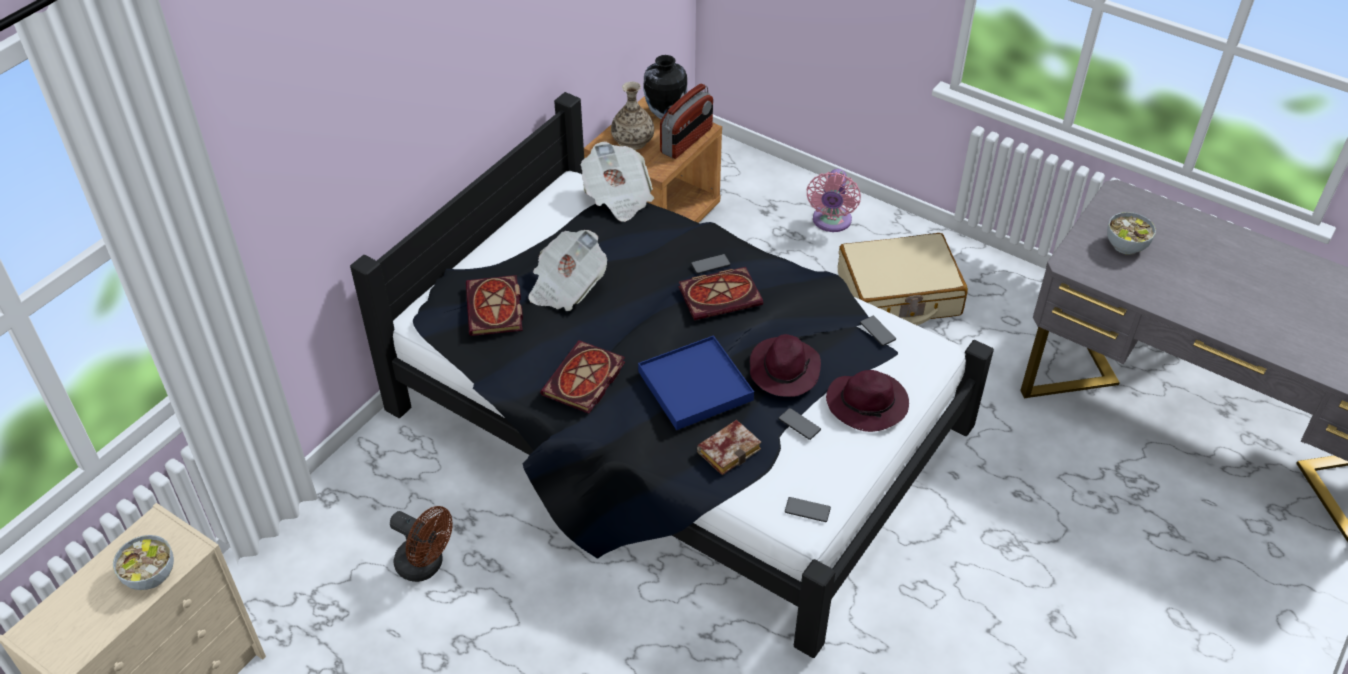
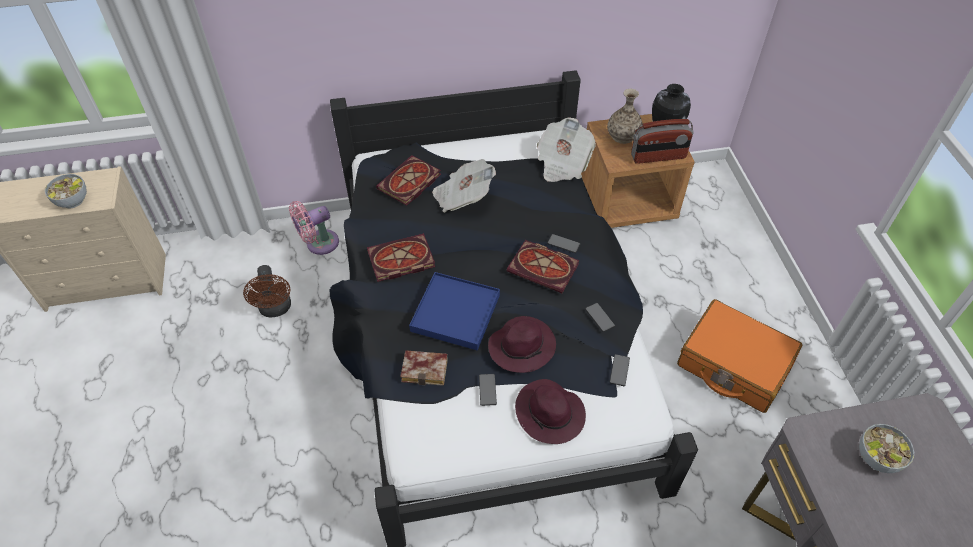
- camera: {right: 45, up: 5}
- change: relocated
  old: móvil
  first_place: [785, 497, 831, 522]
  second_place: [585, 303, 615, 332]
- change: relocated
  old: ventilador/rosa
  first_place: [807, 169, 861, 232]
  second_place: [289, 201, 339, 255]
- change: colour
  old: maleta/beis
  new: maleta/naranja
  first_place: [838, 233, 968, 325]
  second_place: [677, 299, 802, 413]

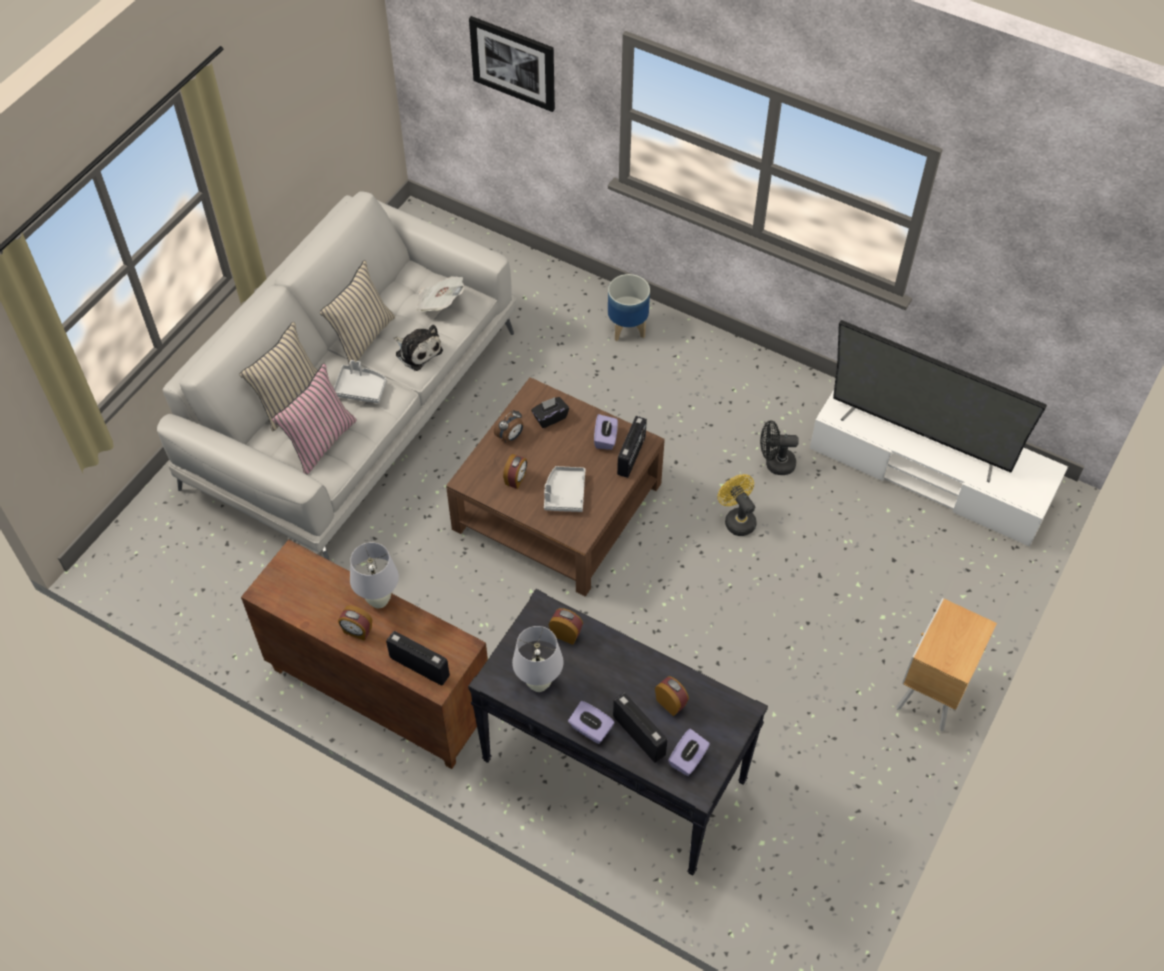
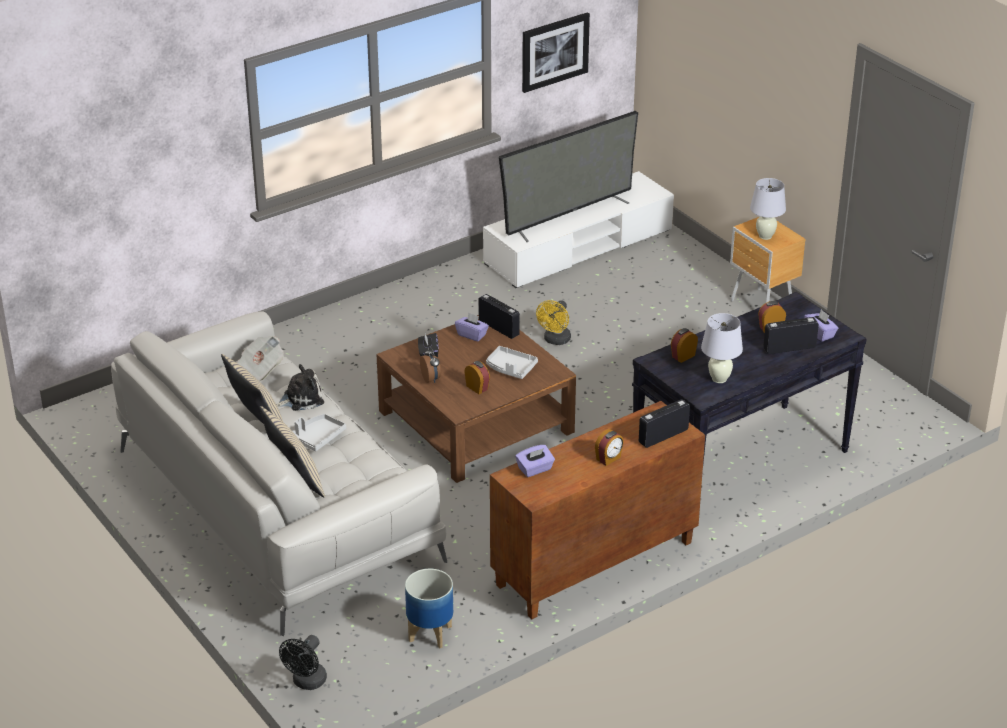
- camera: {right: -65, up: -20}
- change: missing
  old: cojín/rosa
  first_place: [272, 363, 357, 475]
- change: relocated
  old: lámpara de mesa/blanco
  first_place: [350, 542, 399, 608]
  second_place: [750, 178, 786, 240]
- change: relocated
  old: cuadro
  first_place: [469, 16, 555, 112]
  second_place: [522, 12, 590, 93]
- change: relocated
  old: caja de pañuelos/morado
  first_place: [568, 701, 615, 744]
  second_place: [515, 445, 555, 477]
- change: relocated
  old: maceta
  first_place: [608, 274, 650, 341]
  second_place: [405, 569, 453, 648]
- change: relocated
  old: ventilador/negro
  first_place: [760, 420, 799, 475]
  second_place: [279, 635, 327, 690]
- change: spun
  old: ventilador/amarillo
  first_place: [718, 474, 757, 536]
  second_place: [536, 300, 571, 345]
  degrees: -60

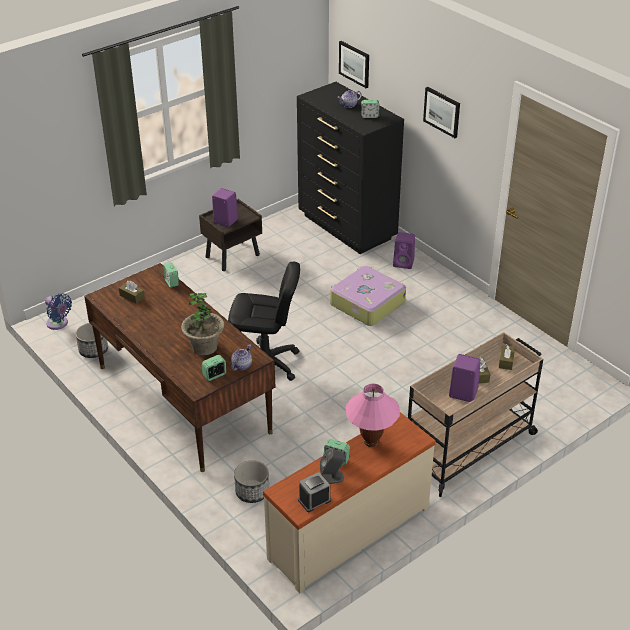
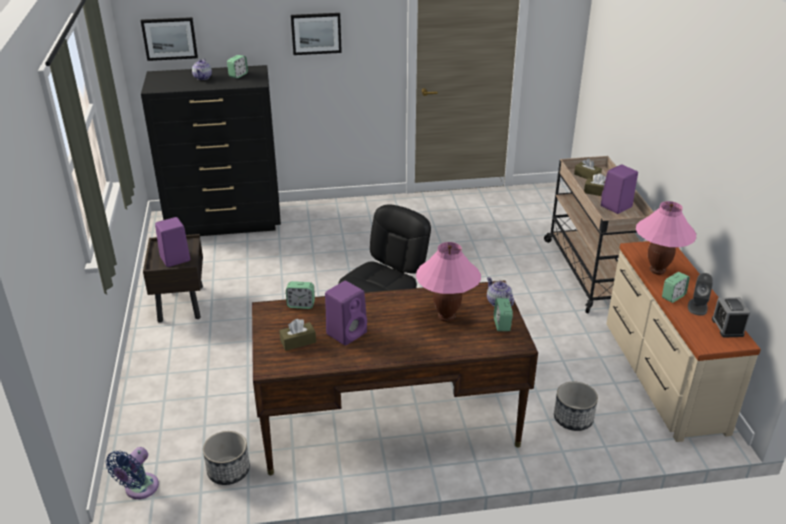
- camera: {right: -60, up: -5}
- change: missing
  old: maleta
  first_place: [330, 266, 406, 326]
- change: relocated
  old: altavoz/morado
  first_place: [393, 232, 415, 269]
  second_place: [325, 281, 367, 346]
- change: exchanged
  old: planta en maceta
  new: lámpara de mesa/rosa
  first_place: [181, 293, 225, 355]
  second_place: [416, 242, 481, 322]
- change: spun
  old: ventilador/azul
  first_place: [45, 293, 72, 330]
  second_place: [106, 447, 159, 499]
  degrees: 135

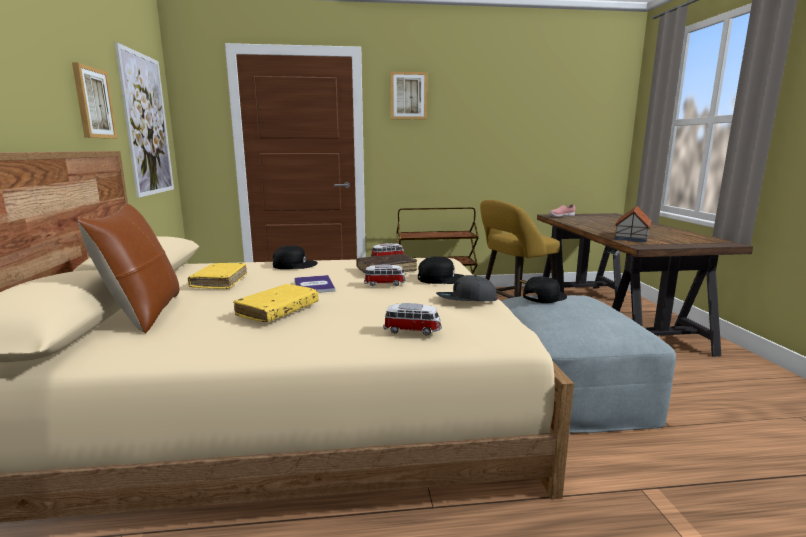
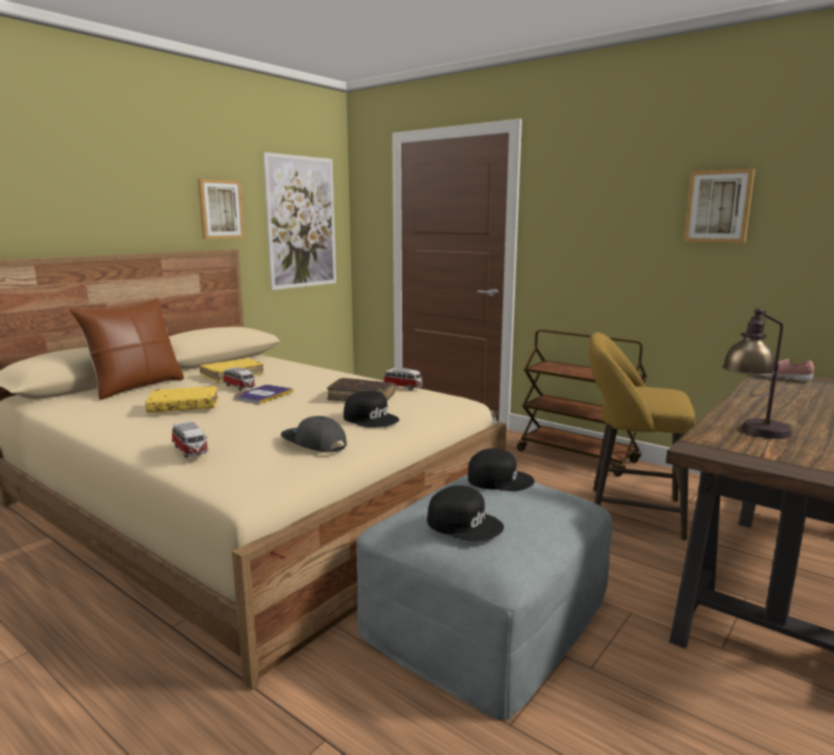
- camera: {right: 45, up: 0}
- change: relocated
  old: gorra/negro
  first_place: [273, 246, 318, 269]
  second_place: [427, 485, 504, 541]
- change: relocated
  old: coche de juguete
  first_place: [364, 264, 406, 287]
  second_place: [223, 367, 255, 391]
- change: relocated
  old: cuadro
  first_place: [390, 72, 427, 119]
  second_place: [684, 169, 755, 243]
- change: exchanged
  old: casita
  new: lámpara de mesa
  first_place: [614, 206, 652, 242]
  second_place: [722, 308, 792, 439]

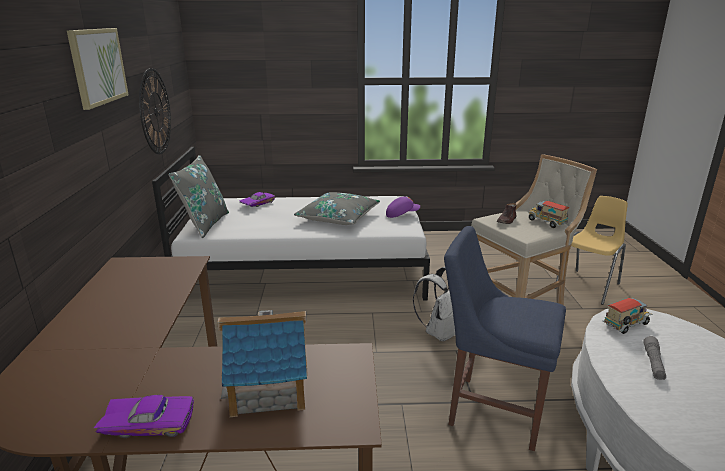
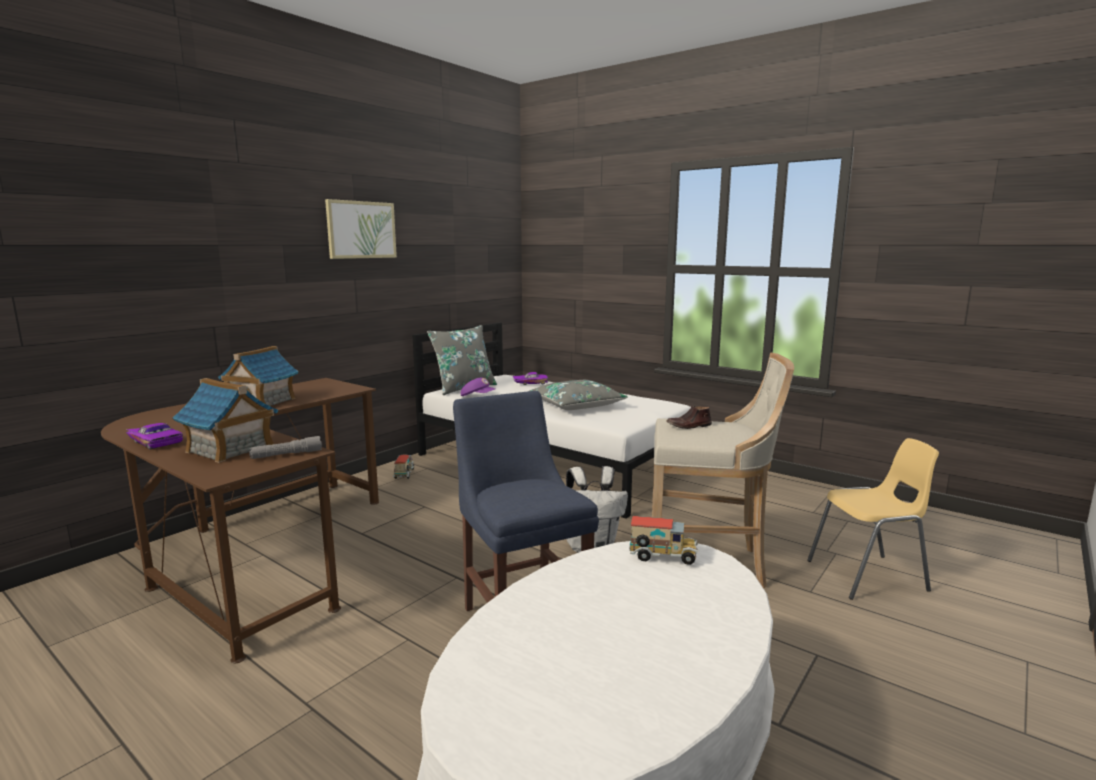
- camera: {right: 40, up: -10}
- change: missing
  old: reloj de pared
  first_place: [139, 68, 171, 154]
- change: appeared
  new: casita
  second_place: [218, 346, 299, 406]
- change: relocated
  old: gorra/morado
  first_place: [386, 197, 420, 218]
  second_place: [461, 378, 495, 396]
- change: relocated
  old: camión de juguete
  first_place: [529, 201, 570, 228]
  second_place: [393, 454, 414, 479]
- change: relocated
  old: linterna/gris
  first_place: [643, 336, 666, 380]
  second_place: [249, 436, 322, 459]

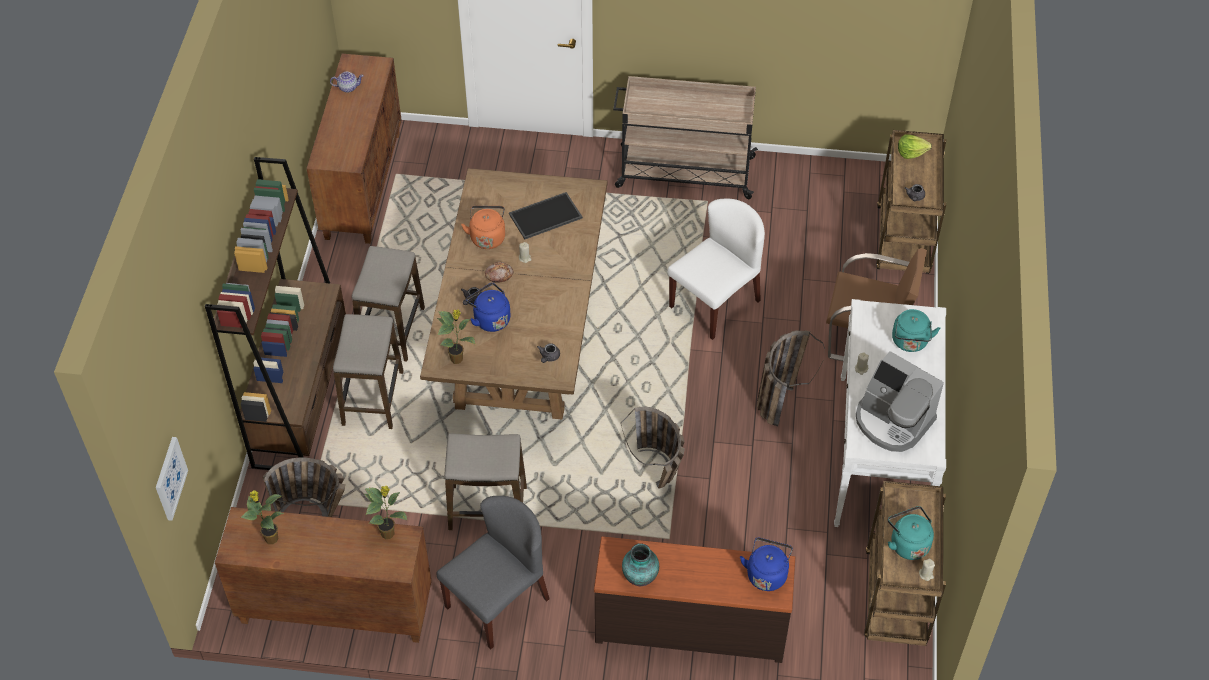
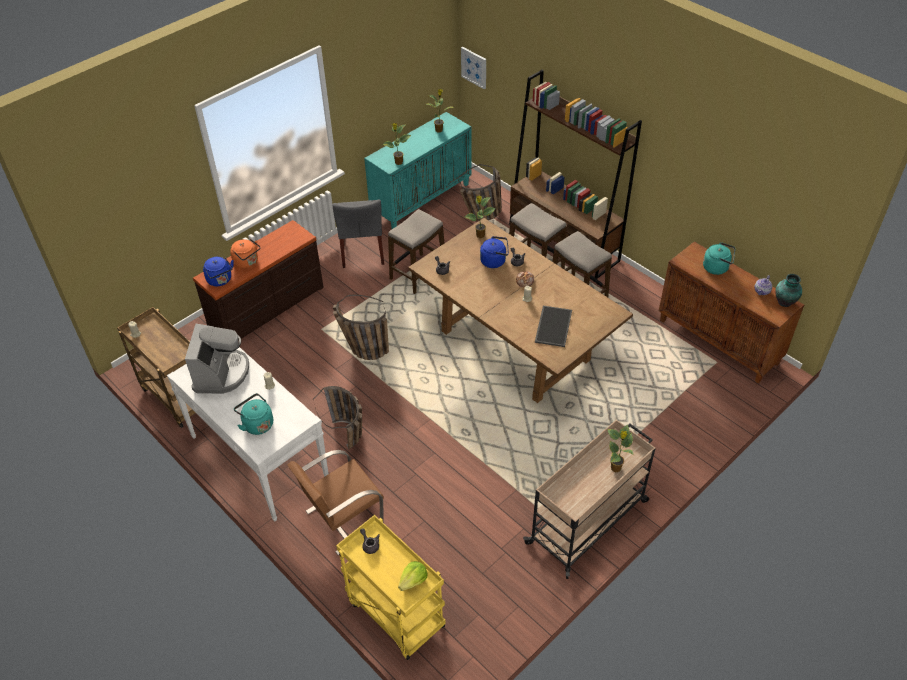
- camera: {right: 130, up: -5}
- change: missing
  old: silla/blanco
  first_place: [667, 199, 765, 340]
- change: appeared
  new: planta en maceta
  second_place: [608, 424, 633, 472]
- change: relocated
  old: hervidor/naranja
  first_place: [461, 206, 505, 249]
  second_place: [230, 239, 261, 269]
- change: relocated
  old: florero
  first_place: [622, 543, 659, 586]
  second_place: [775, 274, 802, 307]
- change: relocated
  old: hervidor/turquesa
  first_place: [888, 506, 934, 560]
  second_place: [703, 242, 735, 275]
- change: colour
  old: armario/marrón
  new: armario/turquesa
  first_place: [215, 507, 432, 643]
  second_place: [364, 112, 471, 229]
- change: colour
  old: carrito/marrón
  new: carrito/amarillo
  first_place: [876, 130, 946, 274]
  second_place: [336, 515, 446, 660]
- change: spun
  old: cafetera
  first_place: [856, 351, 944, 452]
  second_place: [185, 324, 249, 394]
  degrees: 105

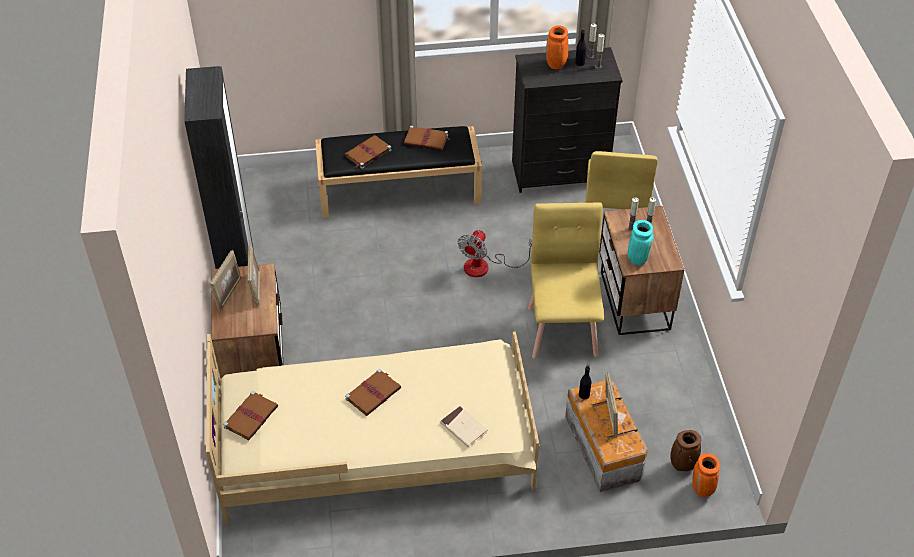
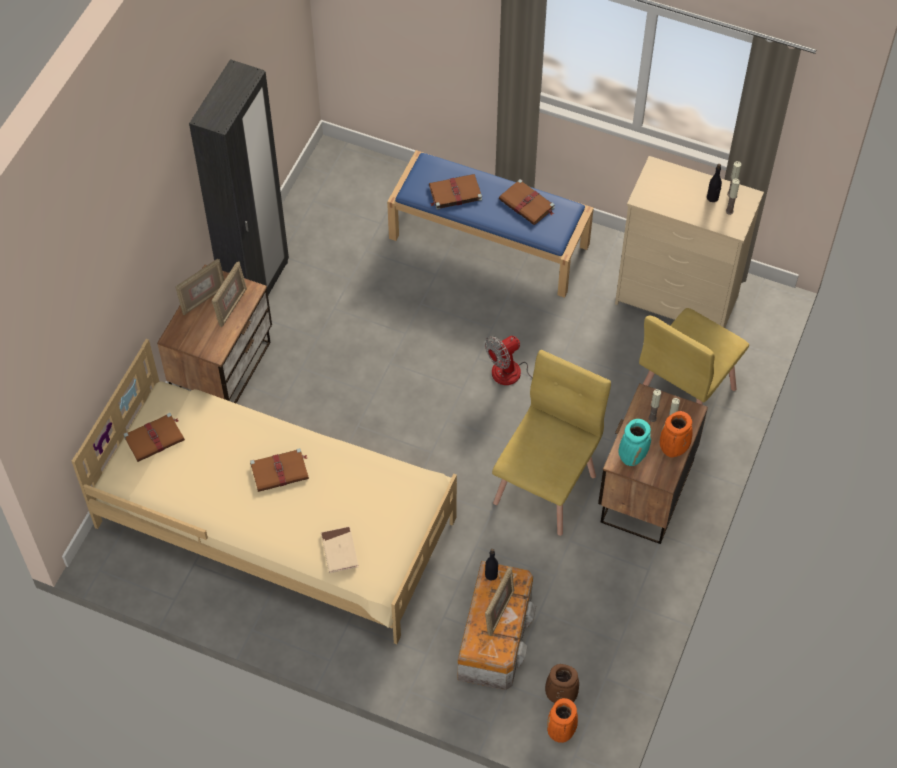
- camera: {right: 30, up: 10}
- change: relocated
  old: florero/naranja
  first_place: [546, 26, 568, 70]
  second_place: [660, 411, 693, 458]
- change: colour
  old: banco/negro
  new: banco/azul
  first_place: [315, 126, 482, 217]
  second_place: [387, 150, 594, 298]
- change: colour
  old: cómoda/negro
  new: cómoda/beis
  first_place: [512, 47, 623, 193]
  second_place: [615, 156, 764, 328]

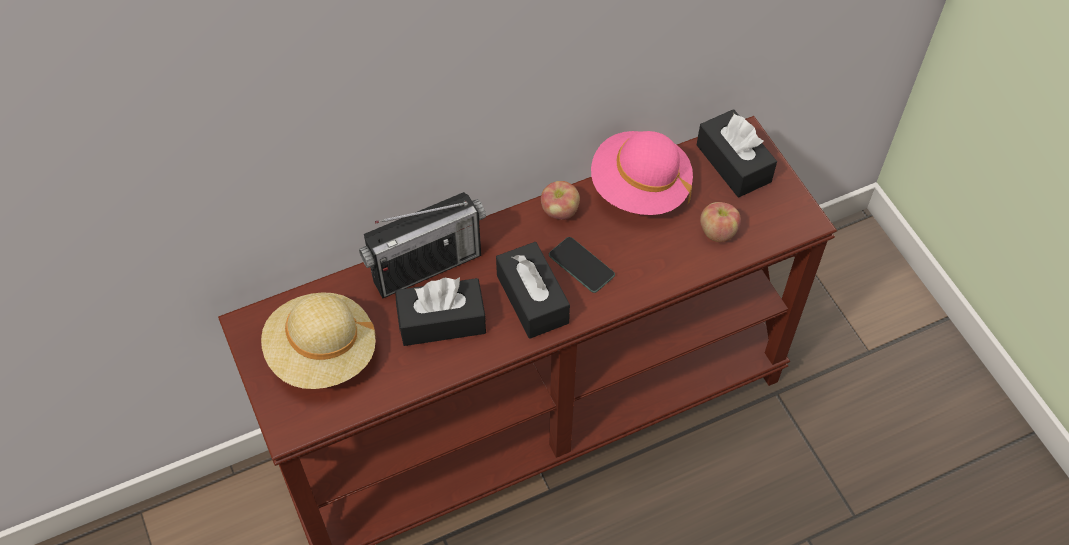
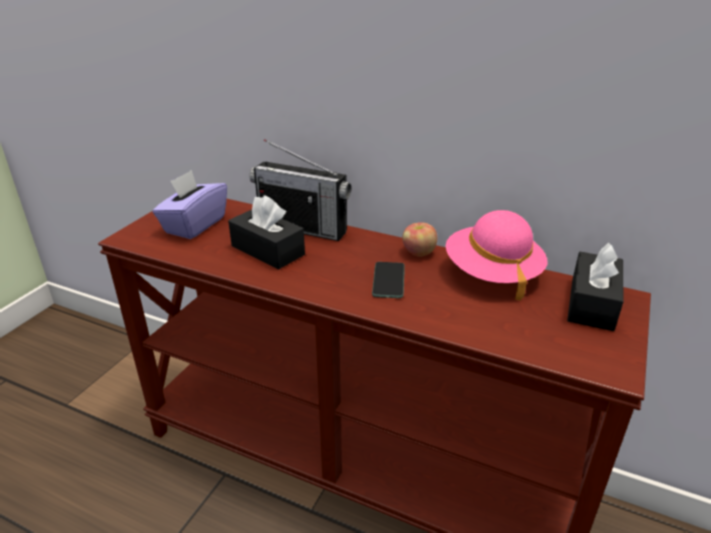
- camera: {right: 50, up: -25}
- change: missing
  old: caja de pañuelos/negro
  first_place: [496, 242, 570, 339]
- change: missing
  old: manzana
  first_place: [700, 202, 741, 242]
- change: exchanged
  old: sombrero/beis
  new: caja de pañuelos/morado
  first_place: [261, 292, 377, 389]
  second_place: [152, 170, 227, 239]

